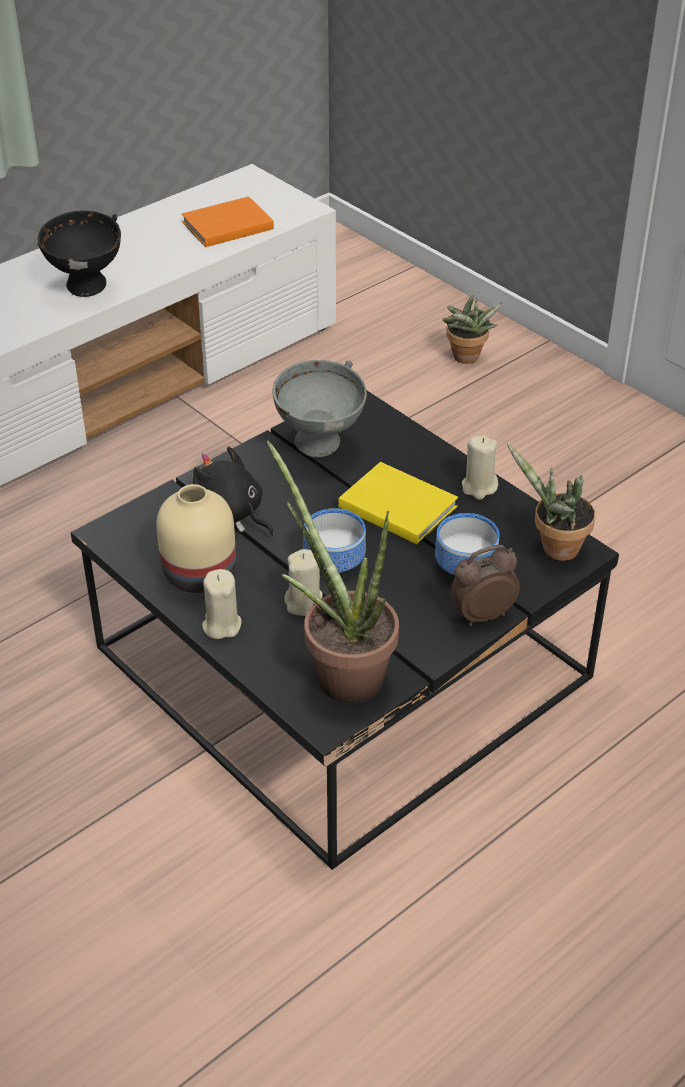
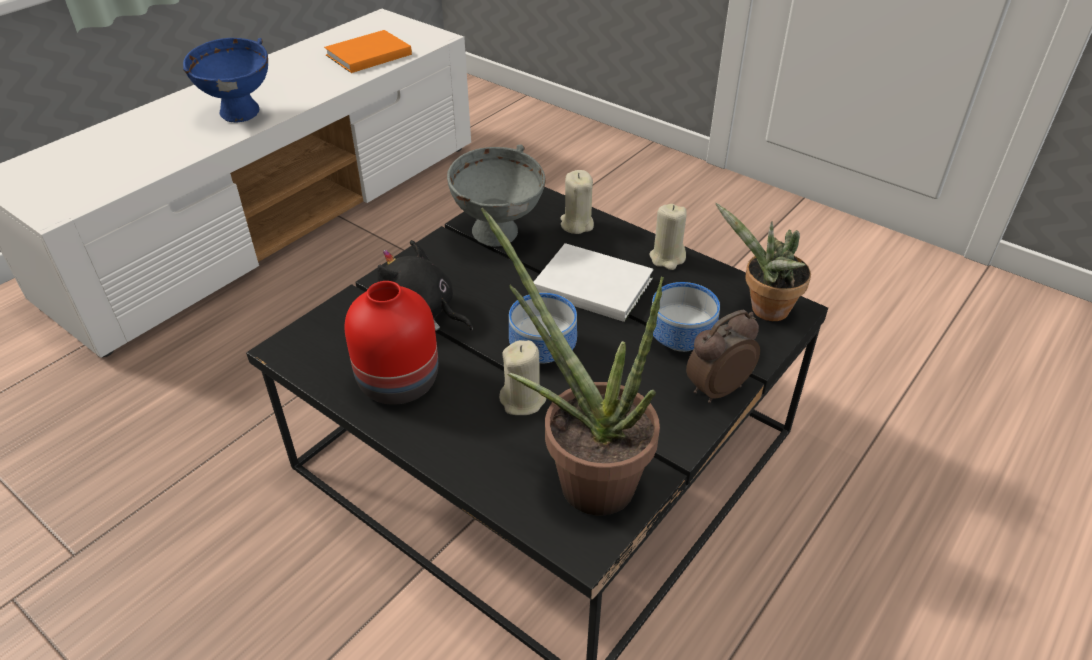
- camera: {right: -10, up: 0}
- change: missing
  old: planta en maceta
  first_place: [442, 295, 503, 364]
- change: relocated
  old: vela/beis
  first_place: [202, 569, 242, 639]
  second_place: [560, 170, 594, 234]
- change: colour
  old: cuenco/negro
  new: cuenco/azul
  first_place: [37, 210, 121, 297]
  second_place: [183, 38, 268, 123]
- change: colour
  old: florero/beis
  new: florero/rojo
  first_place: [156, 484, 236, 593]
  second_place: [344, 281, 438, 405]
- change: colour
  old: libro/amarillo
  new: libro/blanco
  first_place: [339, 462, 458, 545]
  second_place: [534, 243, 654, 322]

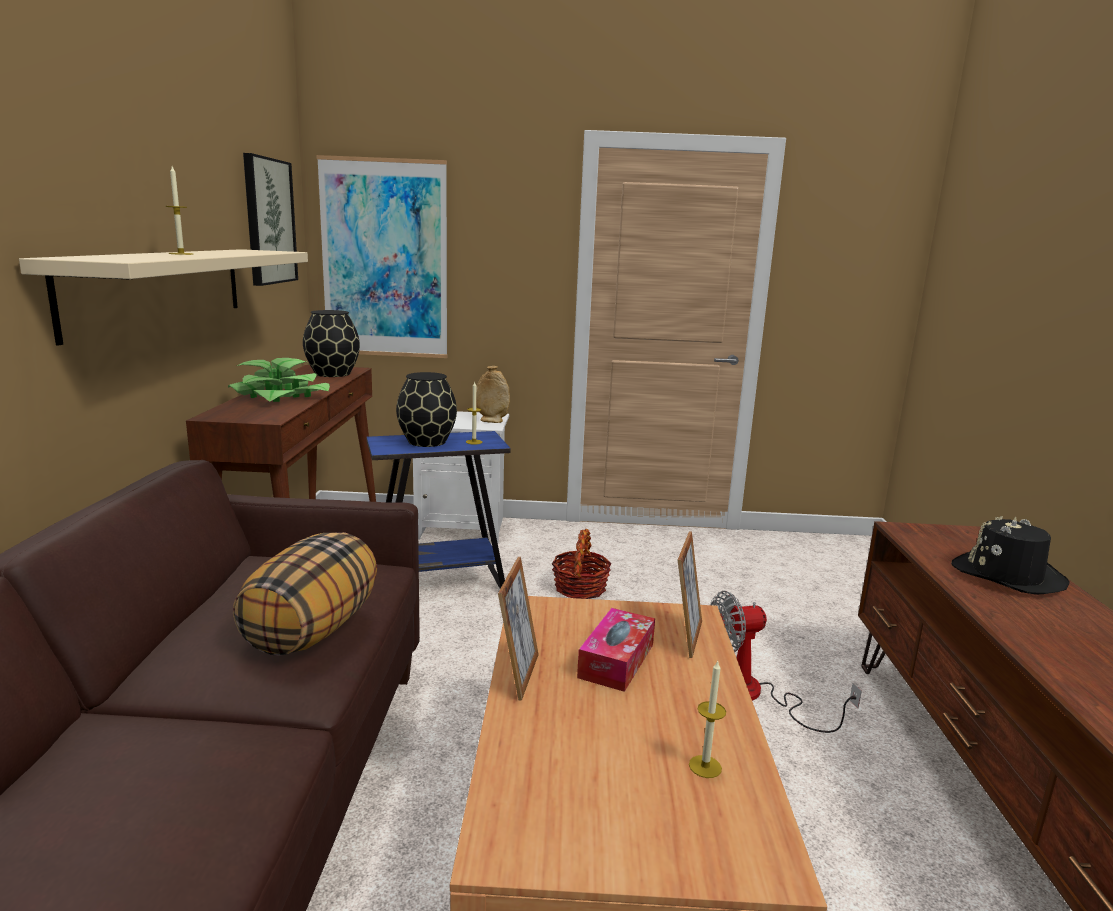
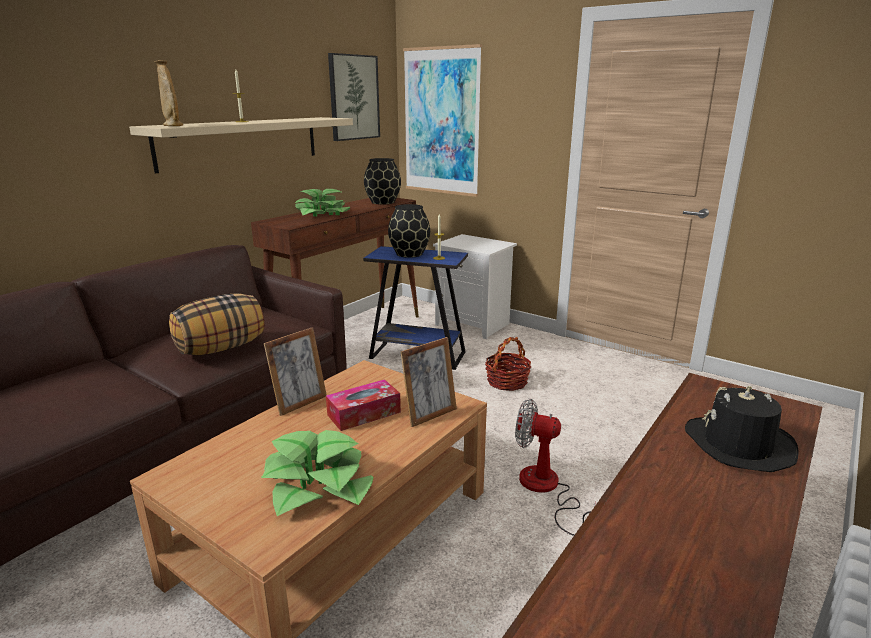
- camera: {right: 35, up: 5}
- change: relocated
  old: florero/beis
  first_place: [476, 366, 510, 423]
  second_place: [155, 60, 183, 126]
- change: exchanged
  old: vela
  new: planta en maceta
  first_place: [689, 661, 726, 778]
  second_place: [261, 430, 374, 516]

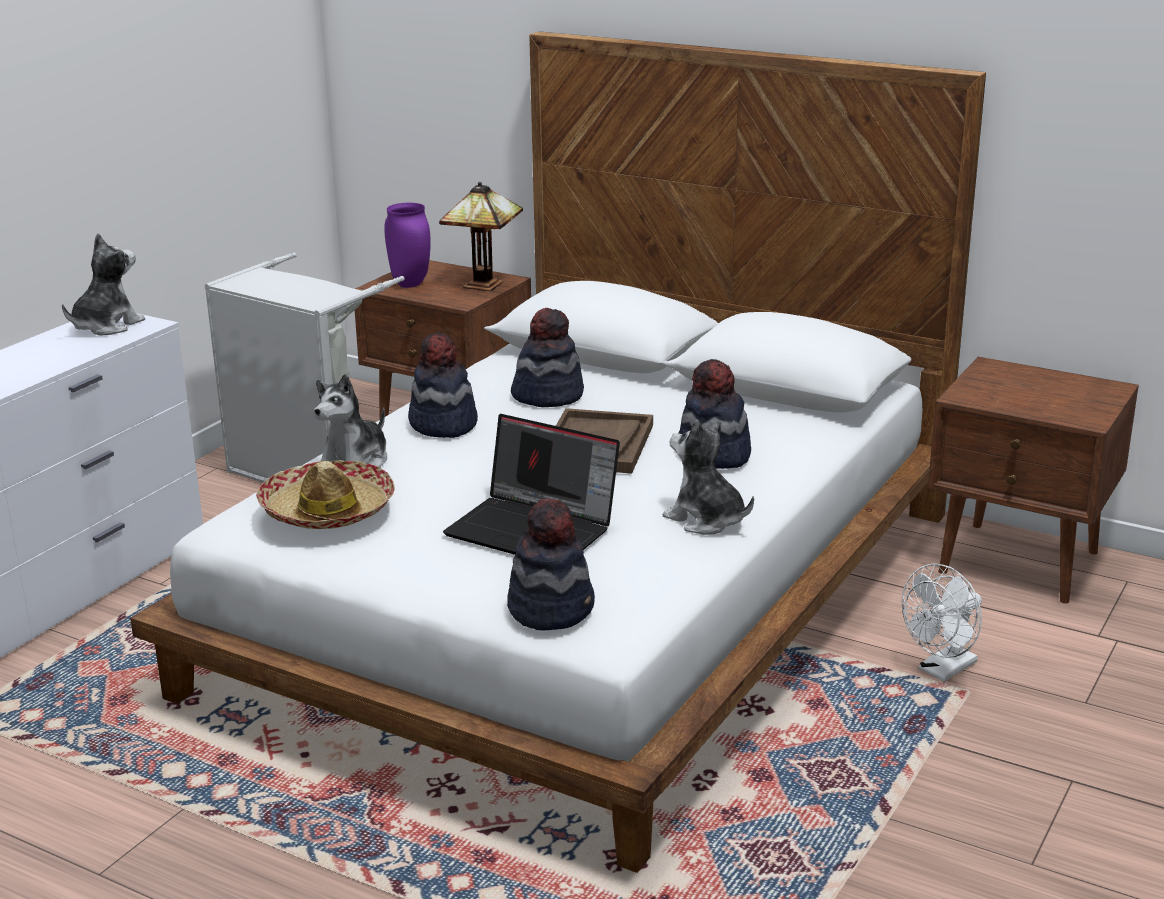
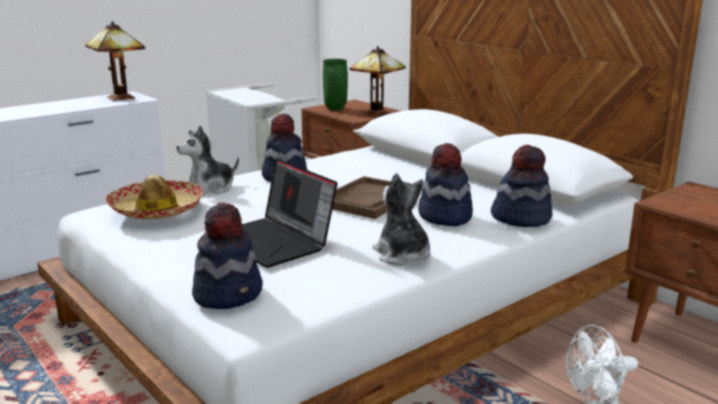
- camera: {right: 20, up: -5}
- change: relocated
  old: sombrero
  first_place: [511, 308, 584, 407]
  second_place: [491, 145, 552, 227]
- change: exchanged
  old: peluche
  new: lámpara de mesa
  first_place: [62, 233, 145, 336]
  second_place: [85, 21, 145, 101]
- change: colour
  old: florero/morado
  new: florero/verde
  first_place: [384, 203, 431, 288]
  second_place: [323, 59, 348, 110]

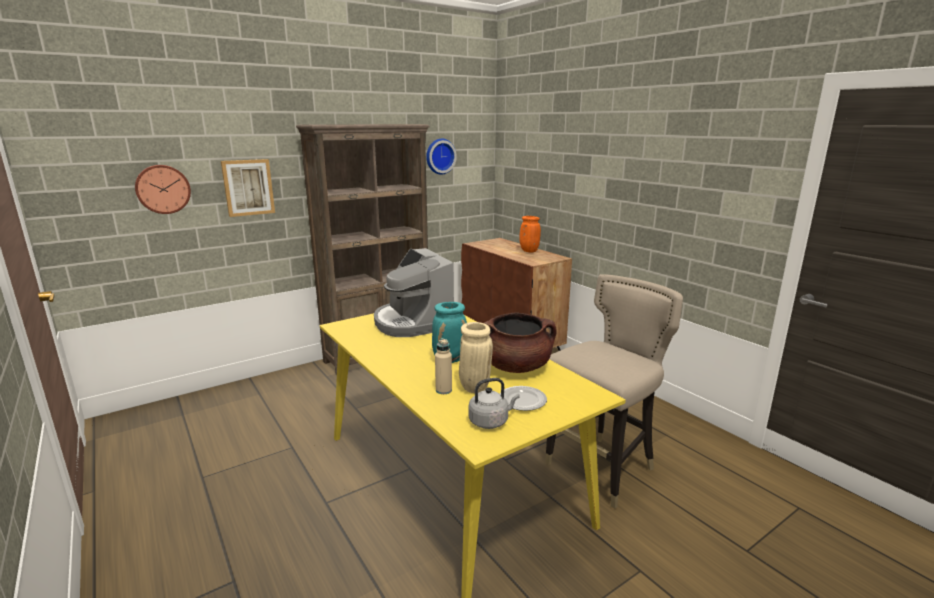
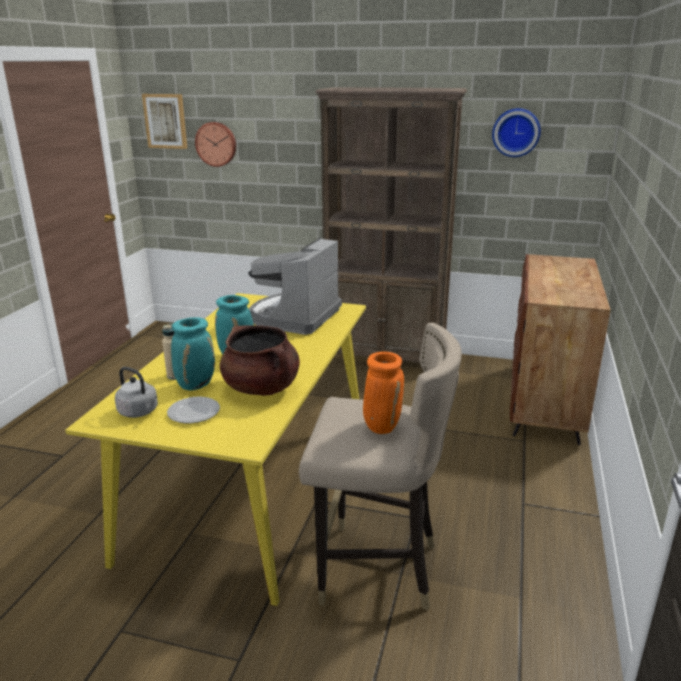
- camera: {right: 50, up: 5}
- change: relocated
  old: cuadro
  first_place: [221, 159, 275, 217]
  second_place: [142, 94, 187, 149]
- change: relocated
  old: florero/naranja
  first_place: [519, 216, 541, 252]
  second_place: [363, 352, 404, 434]
- change: colour
  old: florero/beis
  new: florero/turquesa
  first_place: [459, 322, 493, 393]
  second_place: [171, 317, 215, 390]

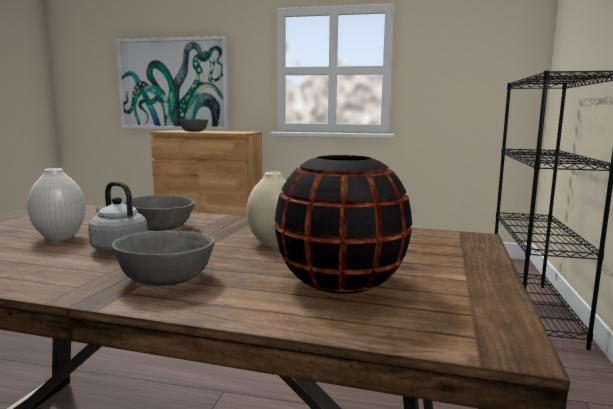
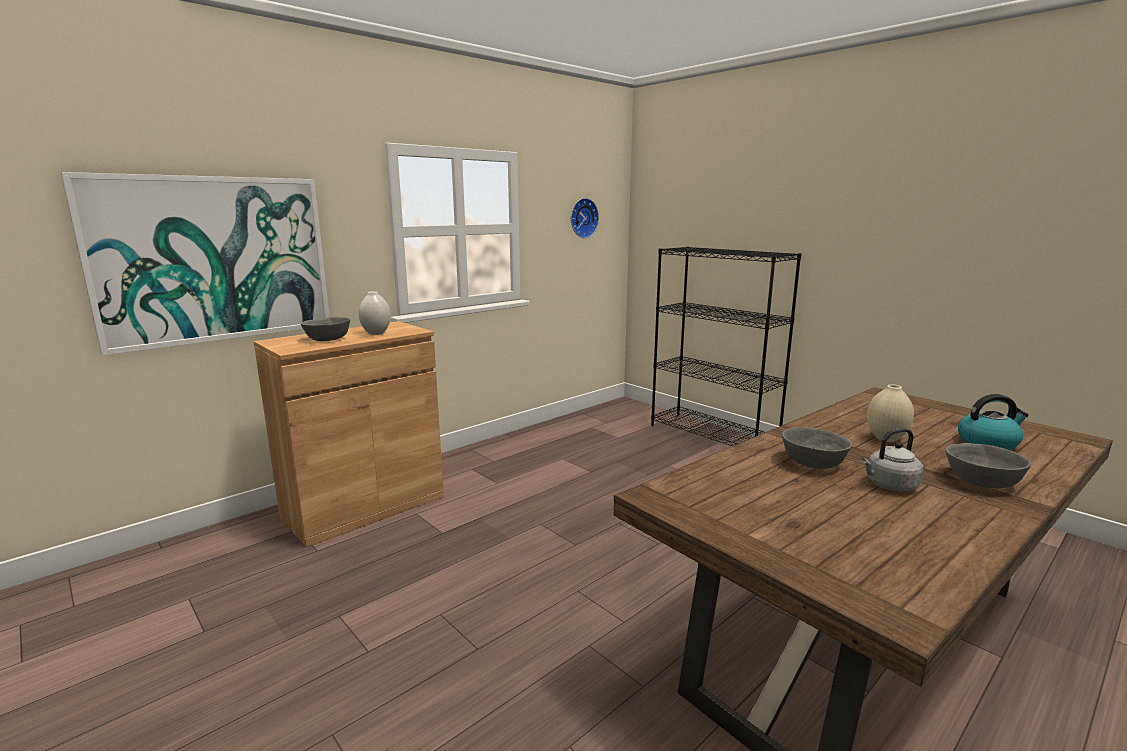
- camera: {right: -55, up: 5}
- change: appeared
  new: reloj de pared
  second_place: [571, 198, 599, 238]
- change: relocated
  old: florero/blanco
  first_place: [27, 168, 86, 241]
  second_place: [358, 291, 391, 335]
- change: exchanged
  old: florero/negro
  new: hervidor
  first_place: [275, 155, 412, 294]
  second_place: [958, 394, 1029, 450]

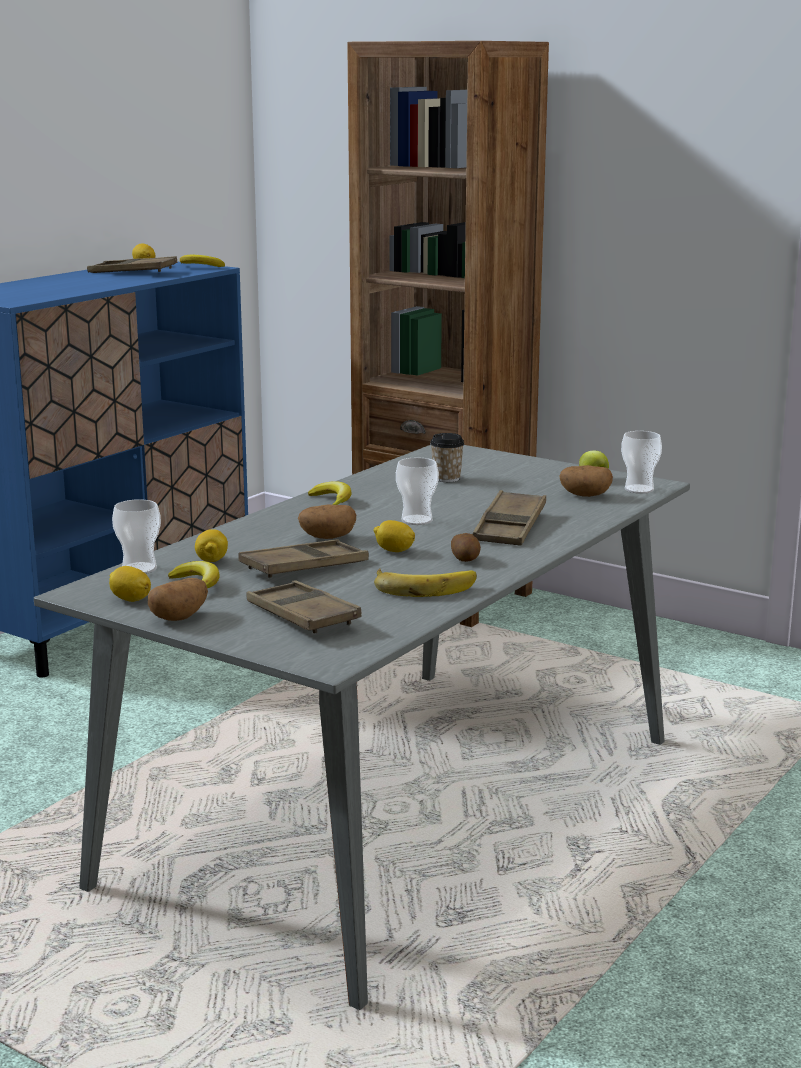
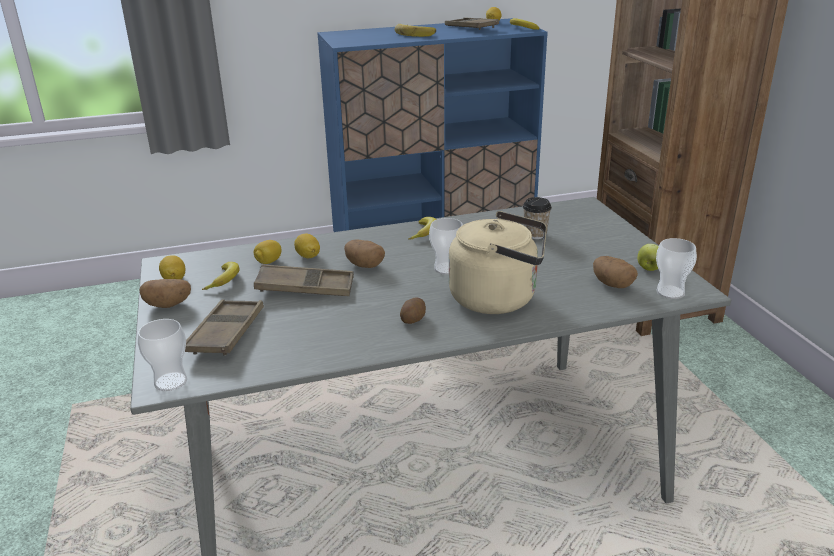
- camera: {right: 40, up: 10}
- change: relocated
  old: taza
  first_place: [112, 499, 161, 574]
  second_place: [138, 319, 187, 391]
- change: relocated
  old: limón
  first_place: [373, 520, 415, 552]
  second_place: [294, 234, 320, 258]
- change: relocated
  old: plátano
  first_place: [374, 568, 477, 597]
  second_place: [395, 24, 436, 37]
- change: exchanged
  old: bandeja/marrón
  new: hervidor/beis
  first_place: [472, 490, 546, 546]
  second_place: [449, 211, 547, 314]

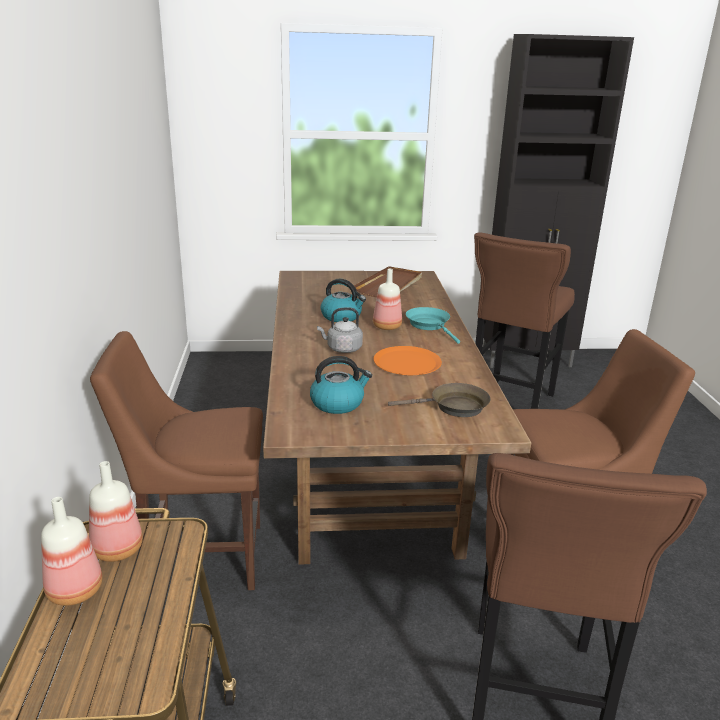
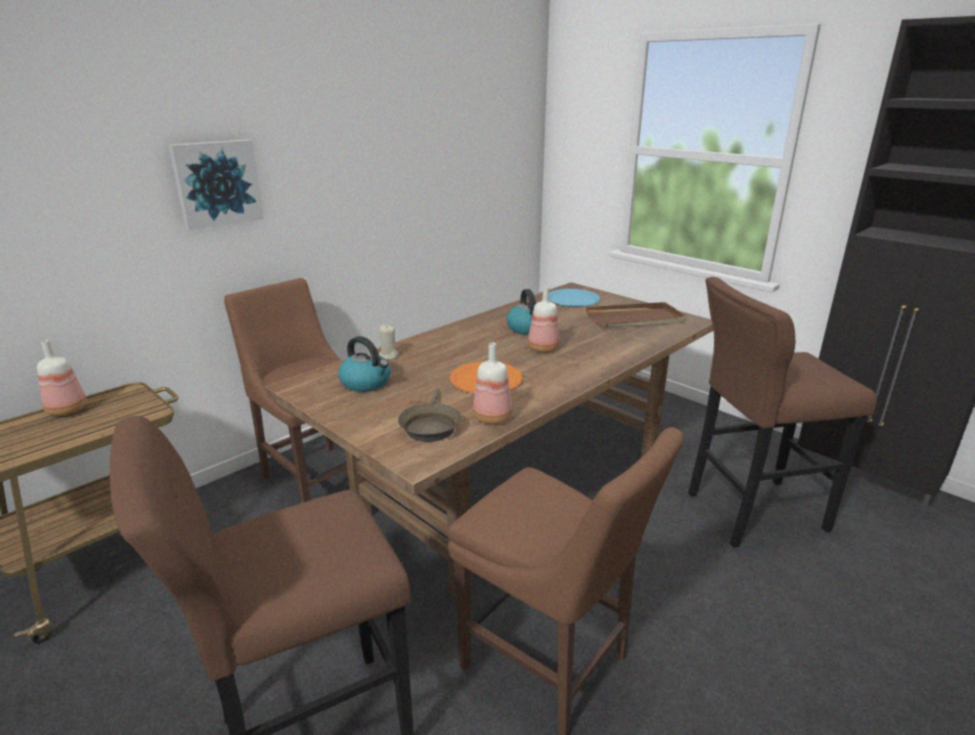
- camera: {right: 50, up: 0}
- change: missing
  old: hervidor/gris
  first_place: [317, 307, 363, 353]
- change: missing
  old: sartén/turquesa
  first_place: [406, 307, 460, 344]
- change: appeared
  new: cuadro
  second_place: [168, 139, 264, 230]
- change: appeared
  new: vela/beis
  second_place: [379, 325, 398, 360]
- change: appeared
  new: plato/azul
  second_place: [549, 289, 600, 307]
- change: relocated
  old: botella
  first_place: [89, 461, 143, 562]
  second_place: [473, 343, 512, 424]
- change: spun
  old: sartén/marrón
  first_place: [388, 383, 491, 417]
  second_place: [398, 388, 462, 442]
  degrees: 45

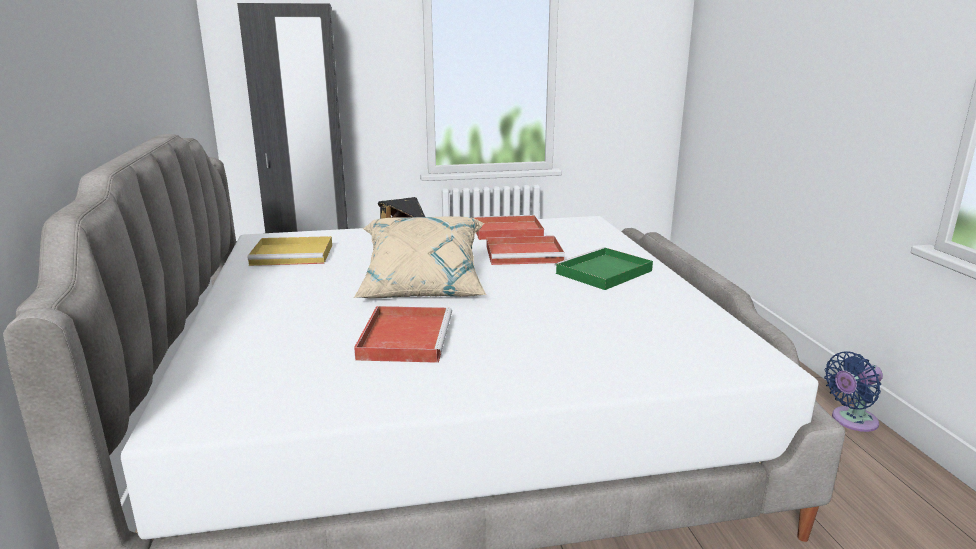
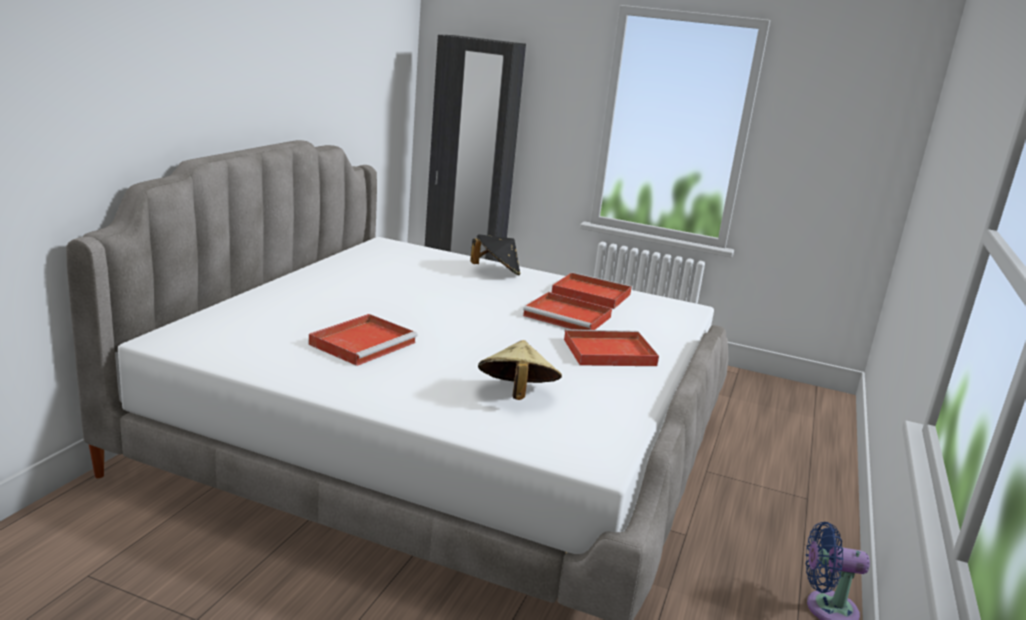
- camera: {right: 30, up: 0}
- change: missing
  old: bandeja/amarillo
  first_place: [248, 236, 332, 266]
- change: missing
  old: cojín/beis
  first_place: [354, 216, 486, 298]
- change: appeared
  new: sombrero/beis
  second_place: [478, 340, 562, 400]
- change: colour
  old: bandeja/verde
  new: bandeja/rojo
  first_place: [554, 247, 653, 290]
  second_place: [564, 329, 659, 366]

